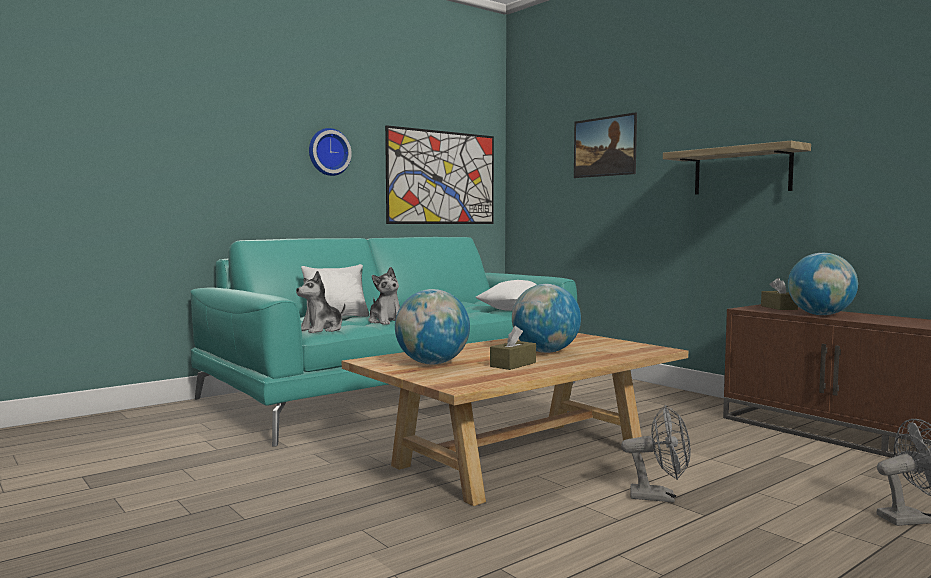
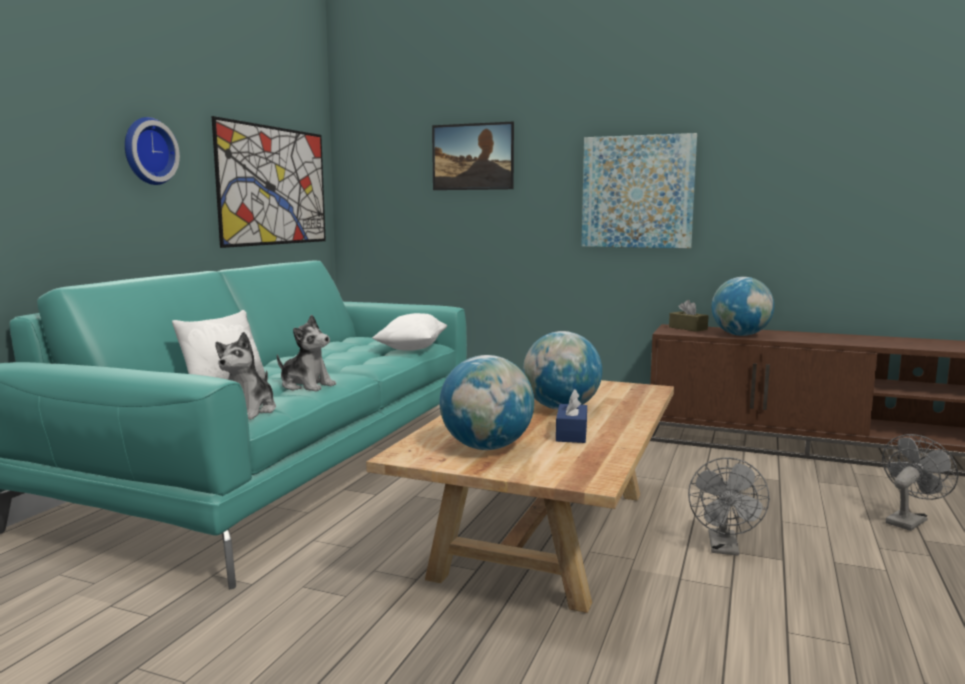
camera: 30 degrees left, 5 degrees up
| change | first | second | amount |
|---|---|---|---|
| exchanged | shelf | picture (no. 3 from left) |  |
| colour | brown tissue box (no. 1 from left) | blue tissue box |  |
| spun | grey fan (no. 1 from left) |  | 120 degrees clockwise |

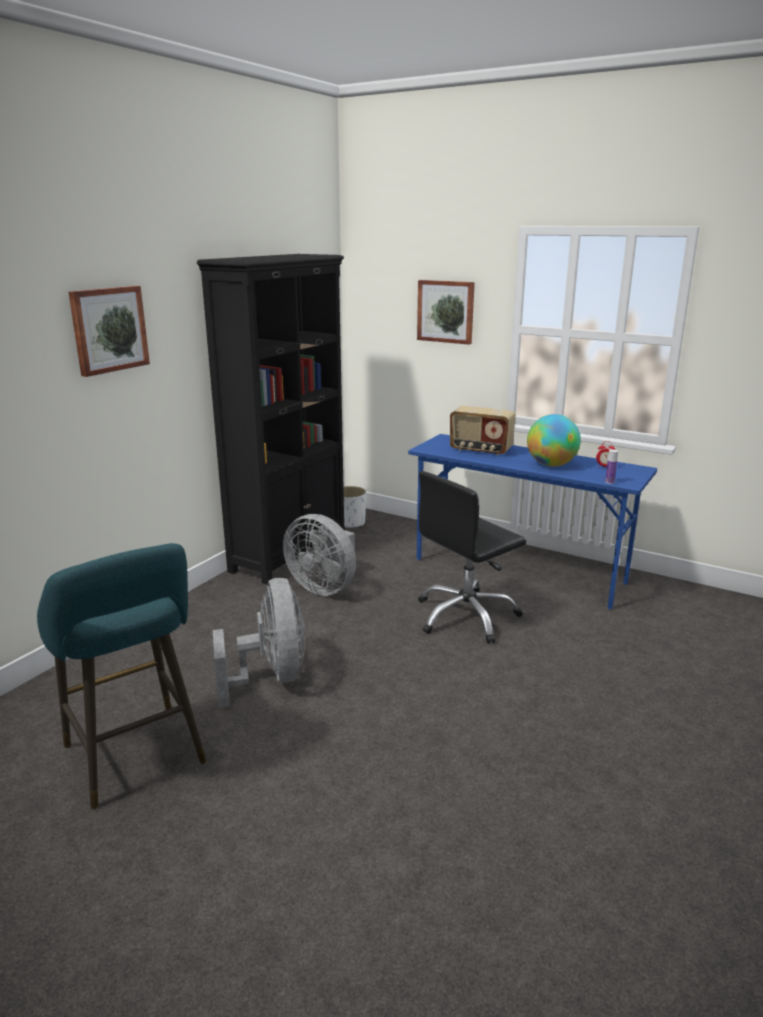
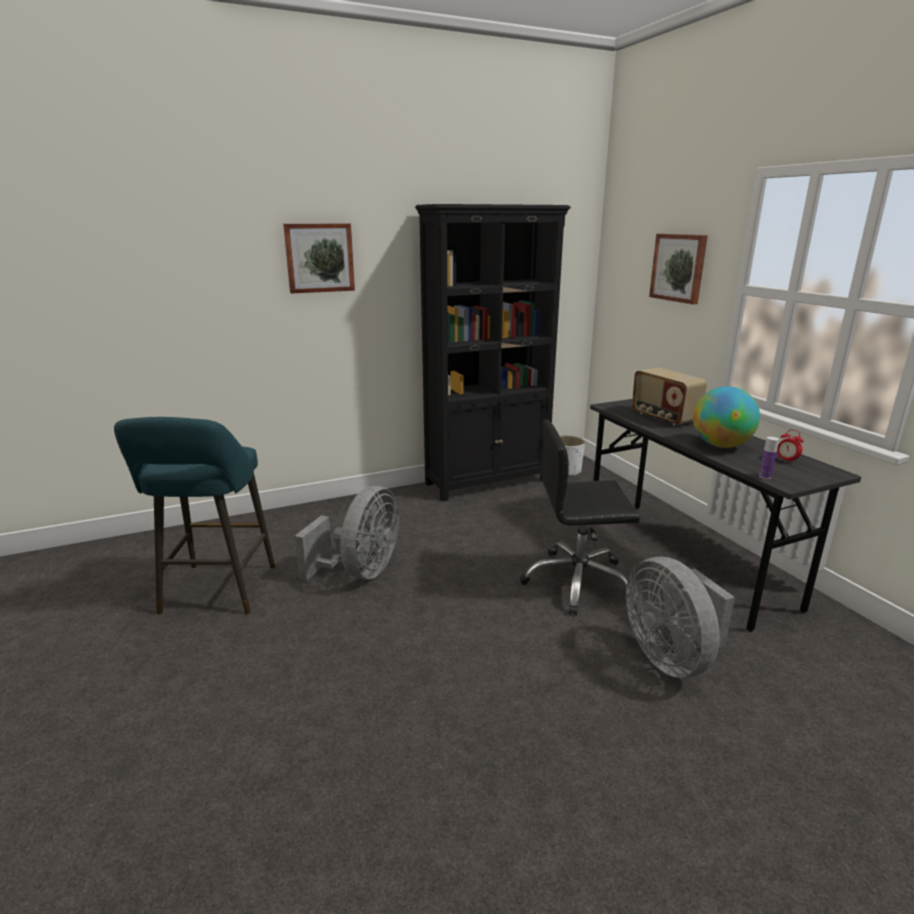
camera: 35 degrees right, 0 degrees up
| change | first | second | amount |
|---|---|---|---|
| colour | blue desk | grey desk |  |
| relocated | grey fan (no. 2 from left) |  |  |

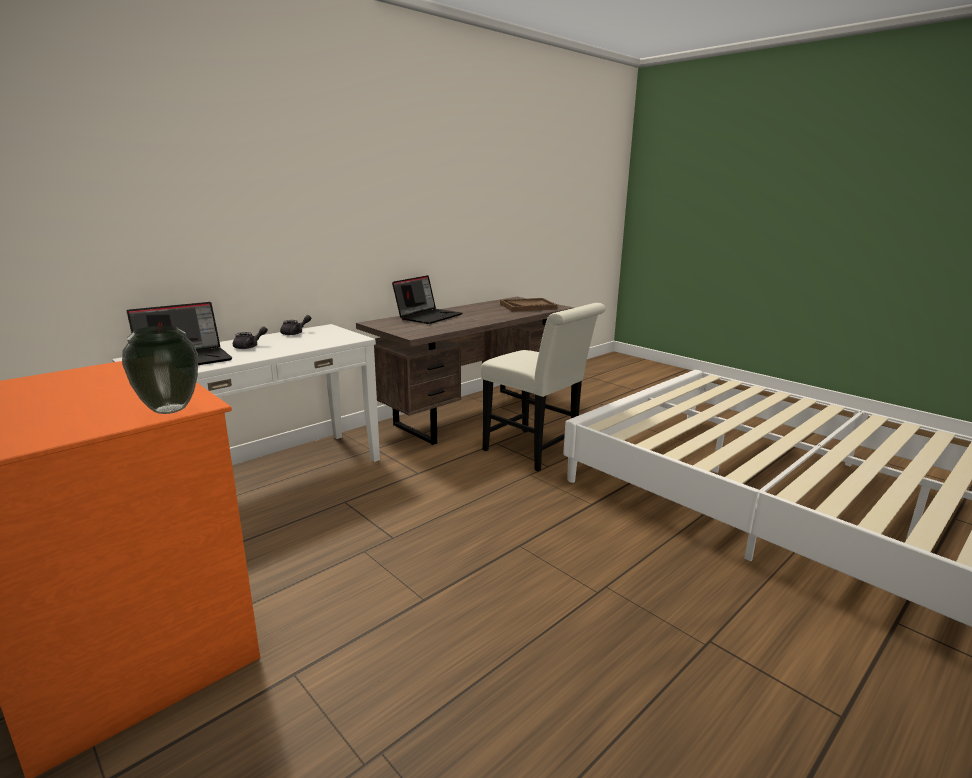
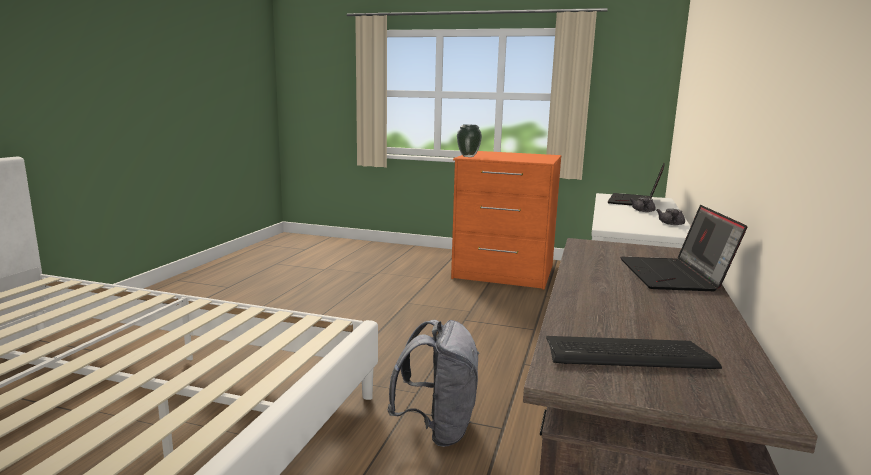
camera: 150 degrees right, 5 degrees down
| change | first | second | amount |
|---|---|---|---|
| exchanged | brown tray | keyboard |  |
| exchanged | white chair | grey backpack |  |

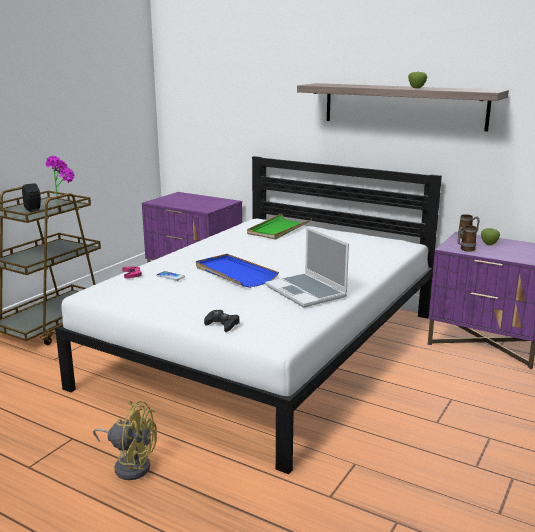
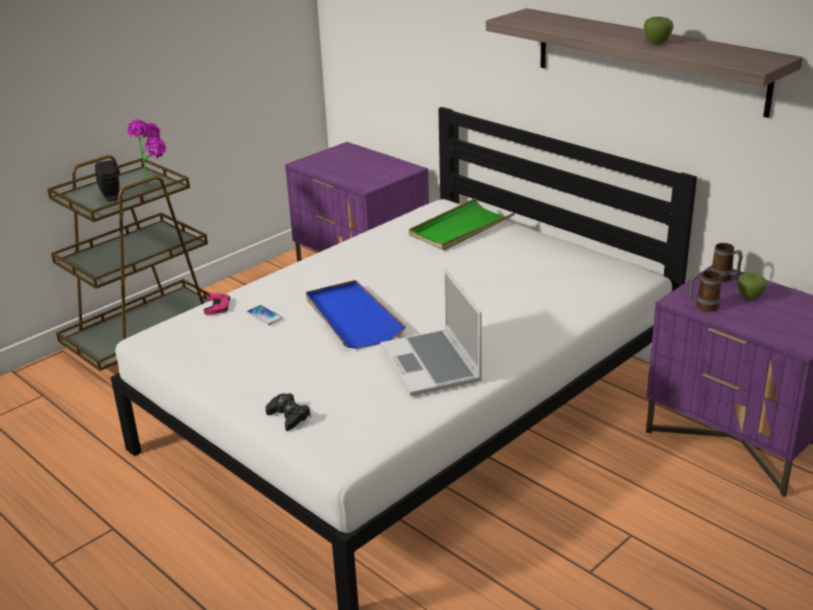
camera: 15 degrees right, 10 degrees up
| change | first | second | amount |
|---|---|---|---|
| missing | yellow fan |  |  |

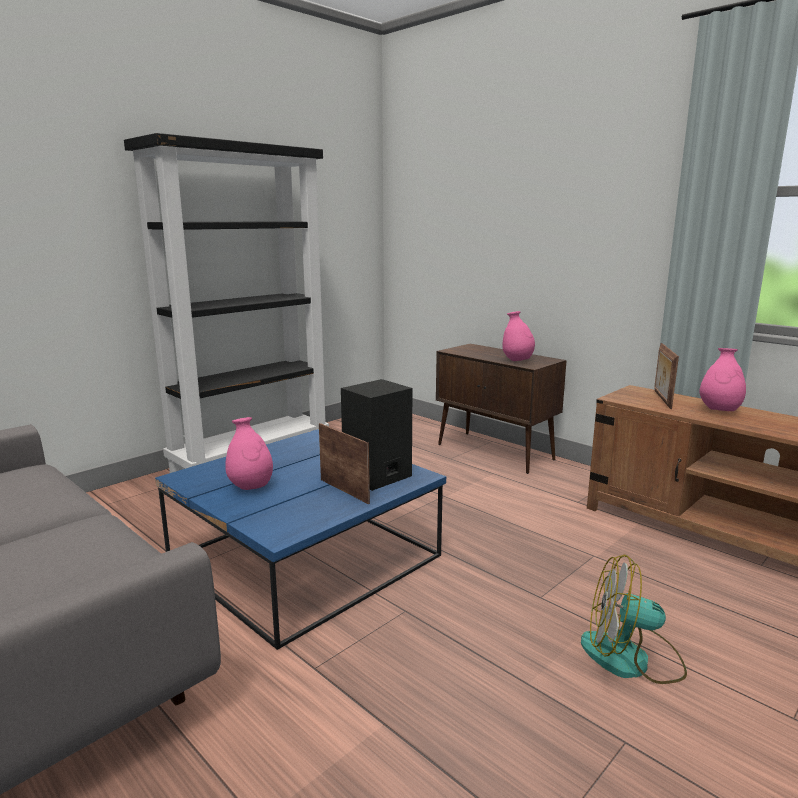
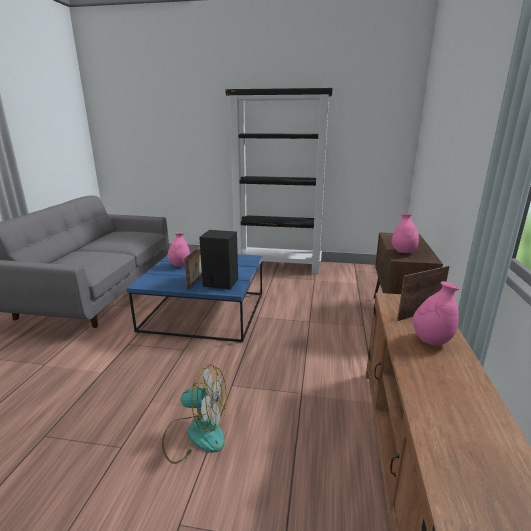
camera: 55 degrees right, 5 degrees up
| change | first | second | amount |
|---|---|---|---|
| spun | fan |  | 120 degrees clockwise |

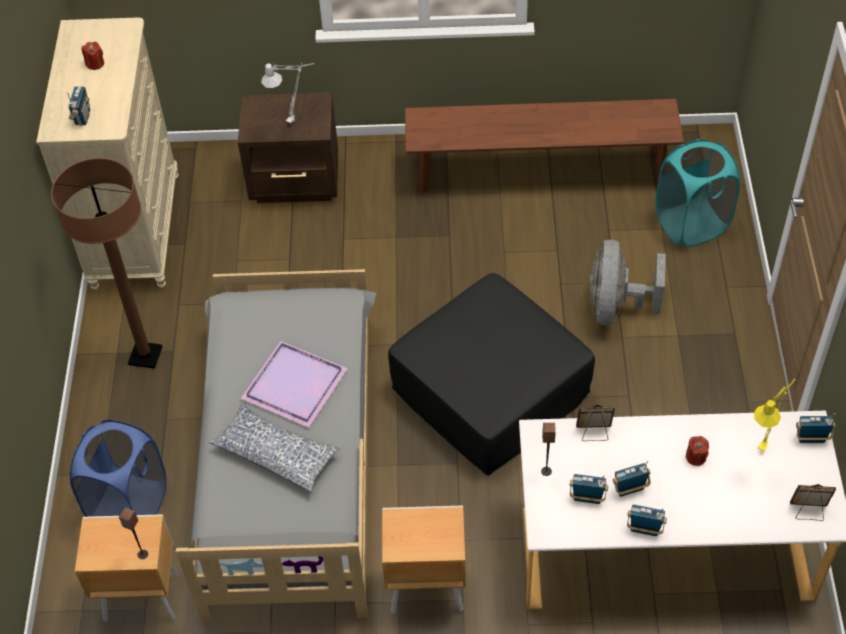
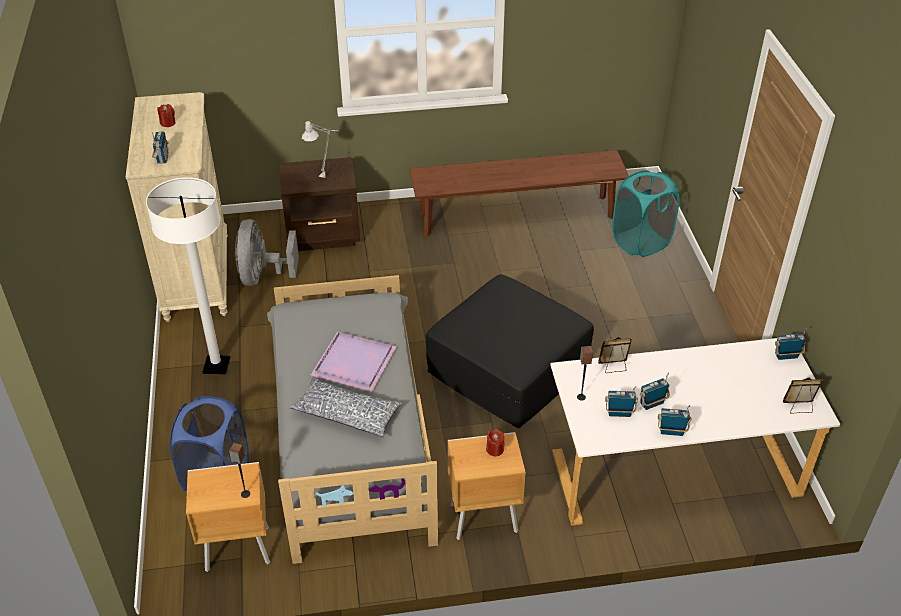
camera: 10 degrees left, 10 degrees down
| change | first | second | amount |
|---|---|---|---|
| colour | brown floor lamp | white floor lamp |  |
| relocated | grey fan |  |  |
| missing | yellow table lamp |  |  |
| relocated | red candle (no. 2 from left) |  |  |

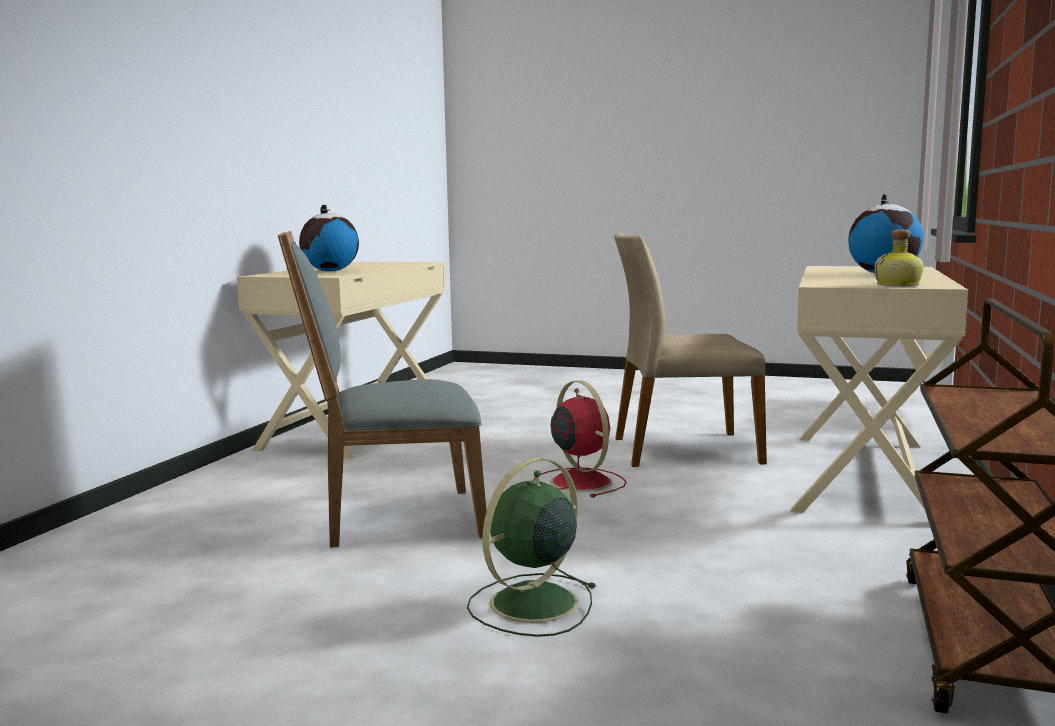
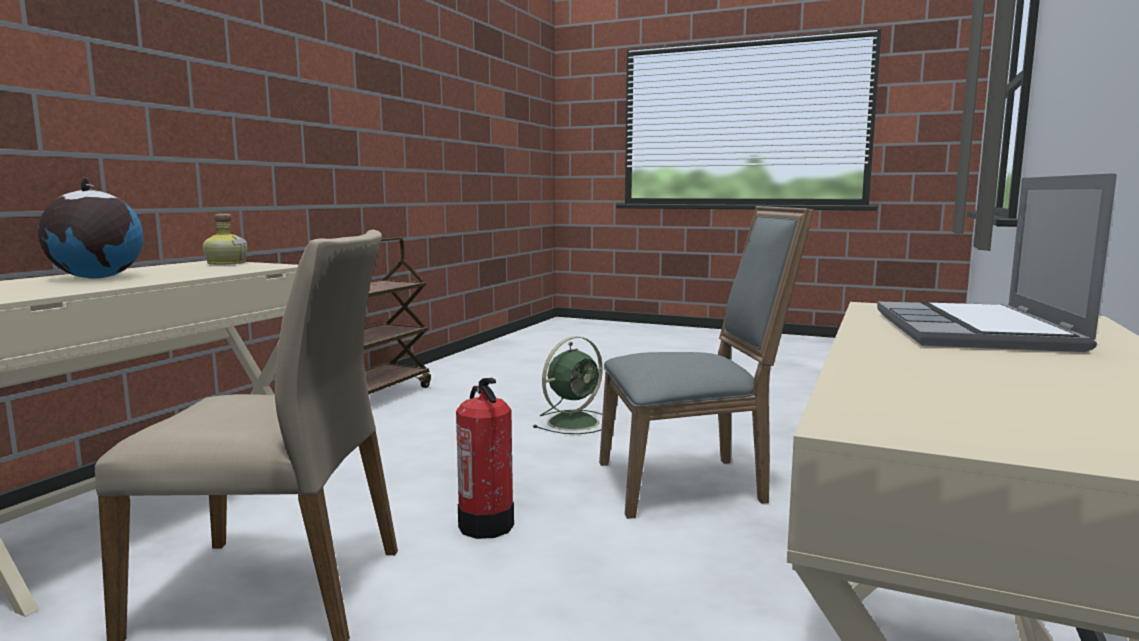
camera: 175 degrees left, 0 degrees up
| change | first | second | amount |
|---|---|---|---|
| exchanged | globe (no. 1 from left) | laptop |  |
| exchanged | red fan | fire extinguisher |  |

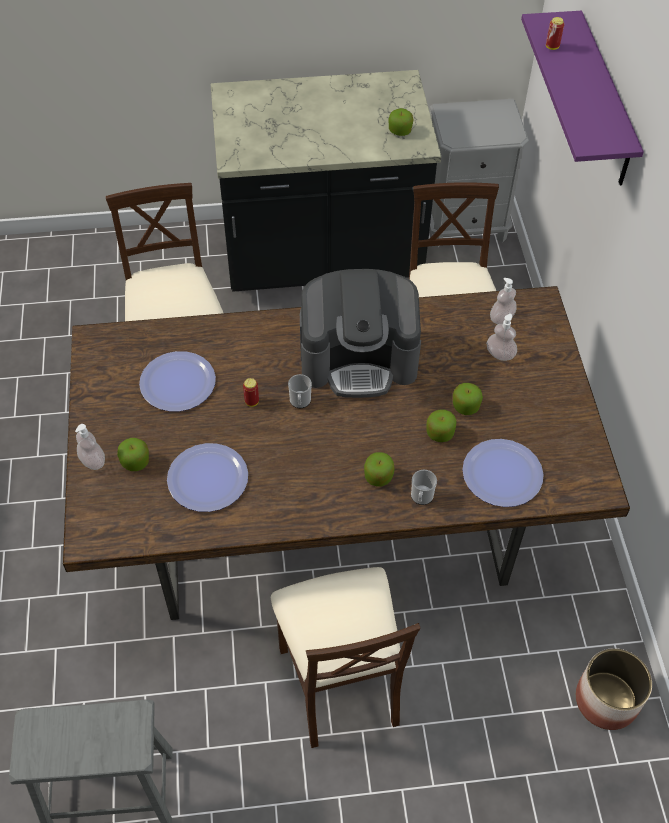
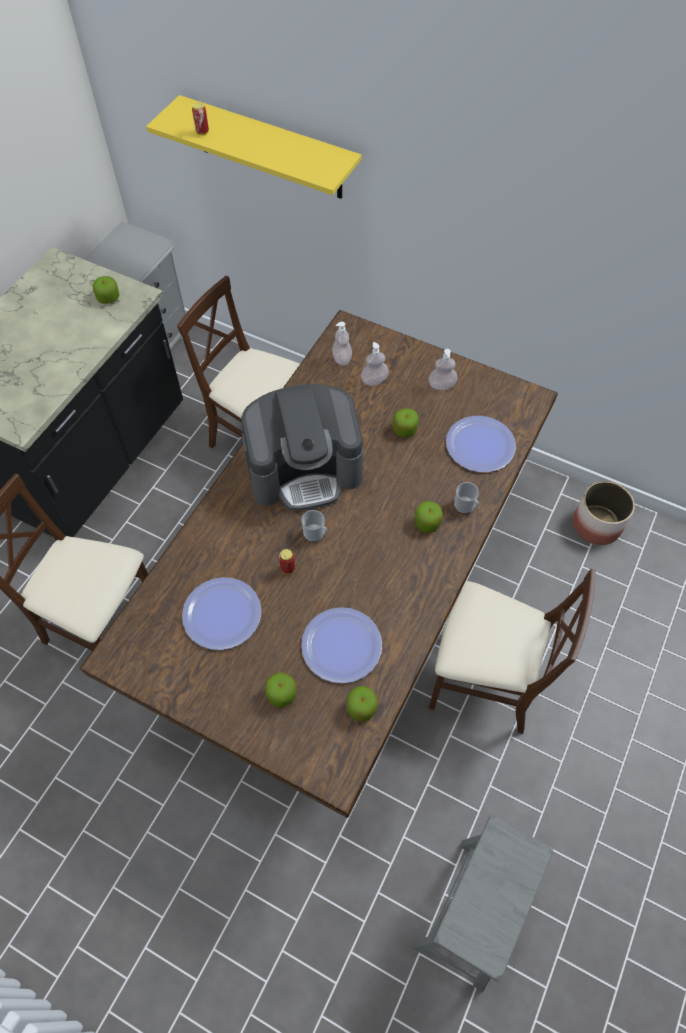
camera: 55 degrees left, 5 degrees up
| change | first | second | amount |
|---|---|---|---|
| colour | purple shelf | yellow shelf |  |
| spun | coffee machine |  | 45 degrees clockwise |
| relocated | apple (no. 4 from left in the first image) | apple (no. 3 from left) |  |
| relocated | soap dispenser (no. 1 from left in the first image) | soap dispenser (no. 3 from left) |  |

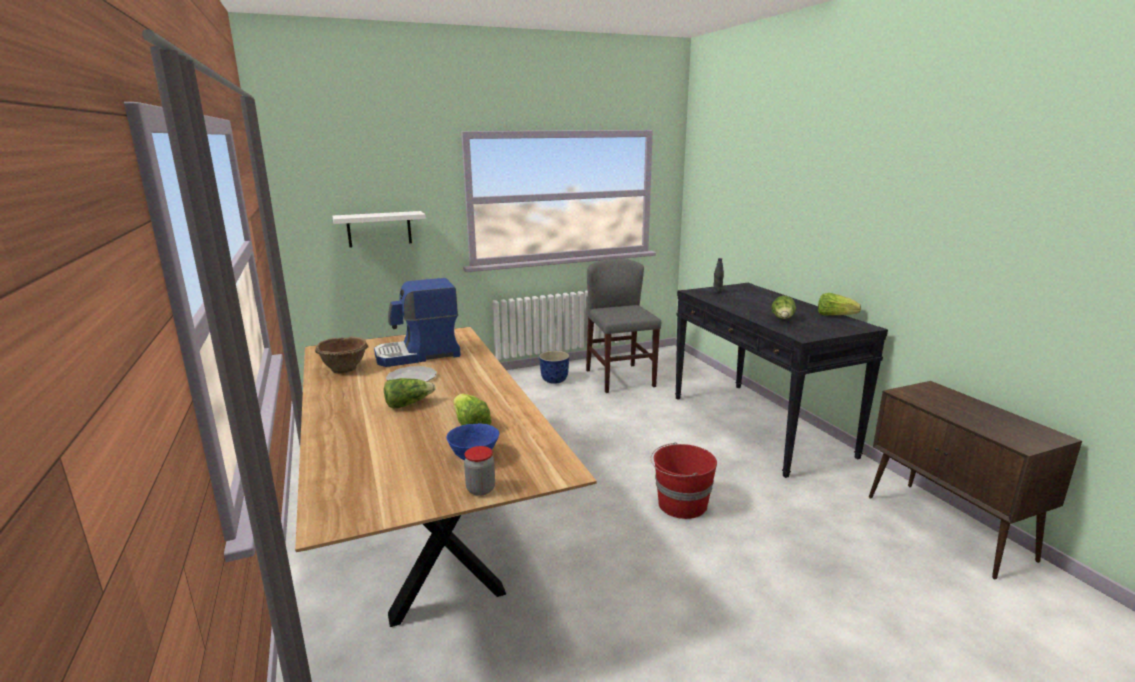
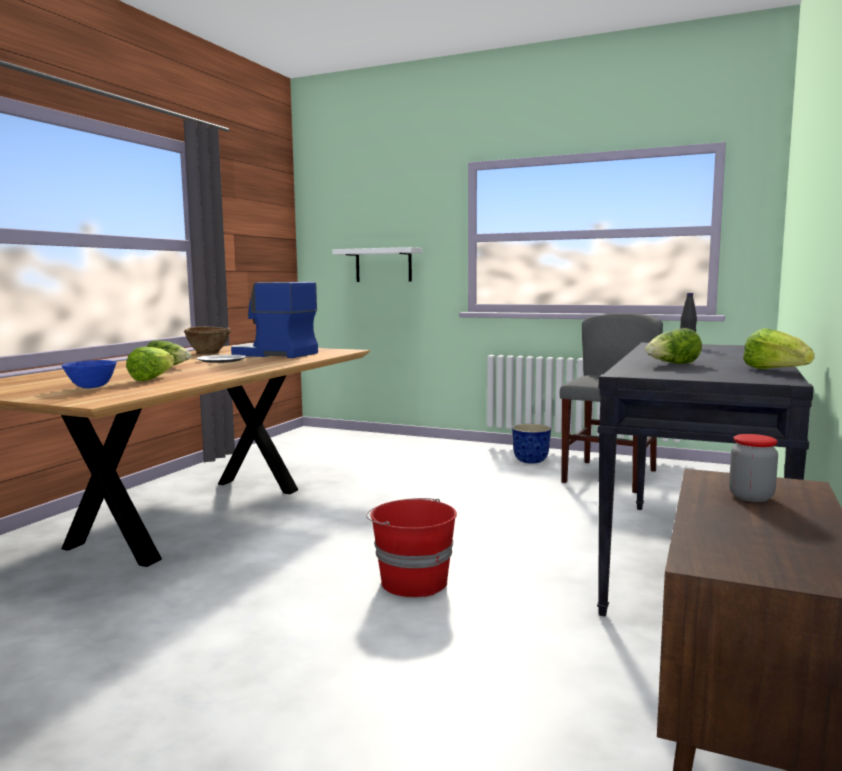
camera: 45 degrees right, 10 degrees down
| change | first | second | amount |
|---|---|---|---|
| relocated | jar |  |  |

